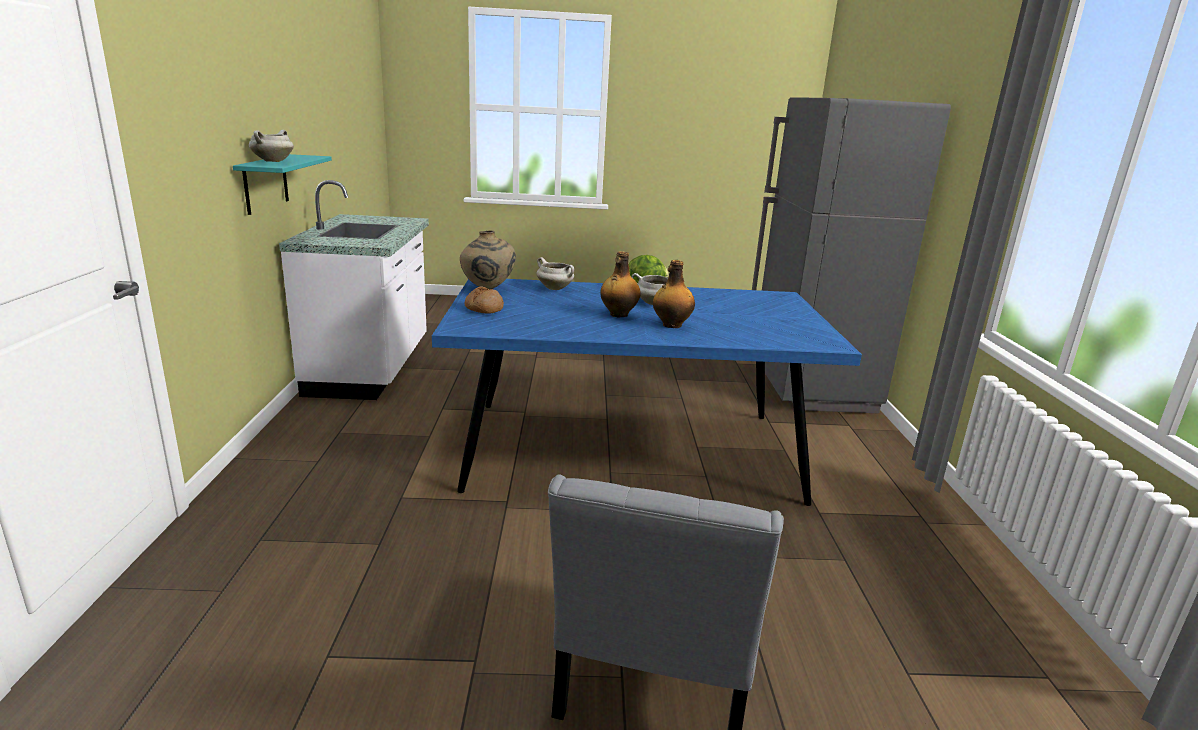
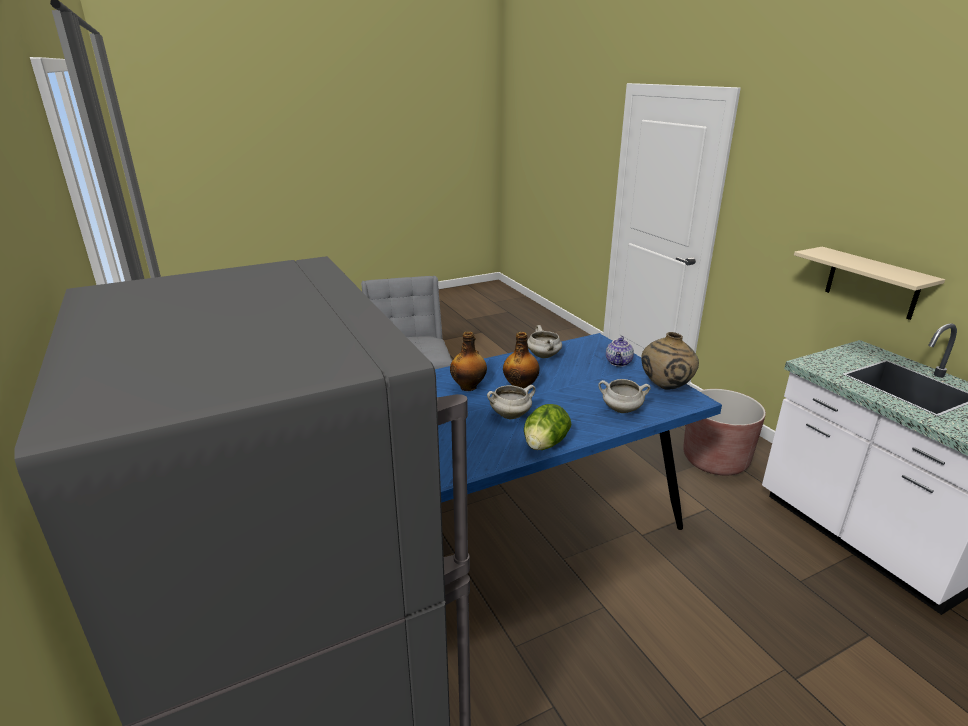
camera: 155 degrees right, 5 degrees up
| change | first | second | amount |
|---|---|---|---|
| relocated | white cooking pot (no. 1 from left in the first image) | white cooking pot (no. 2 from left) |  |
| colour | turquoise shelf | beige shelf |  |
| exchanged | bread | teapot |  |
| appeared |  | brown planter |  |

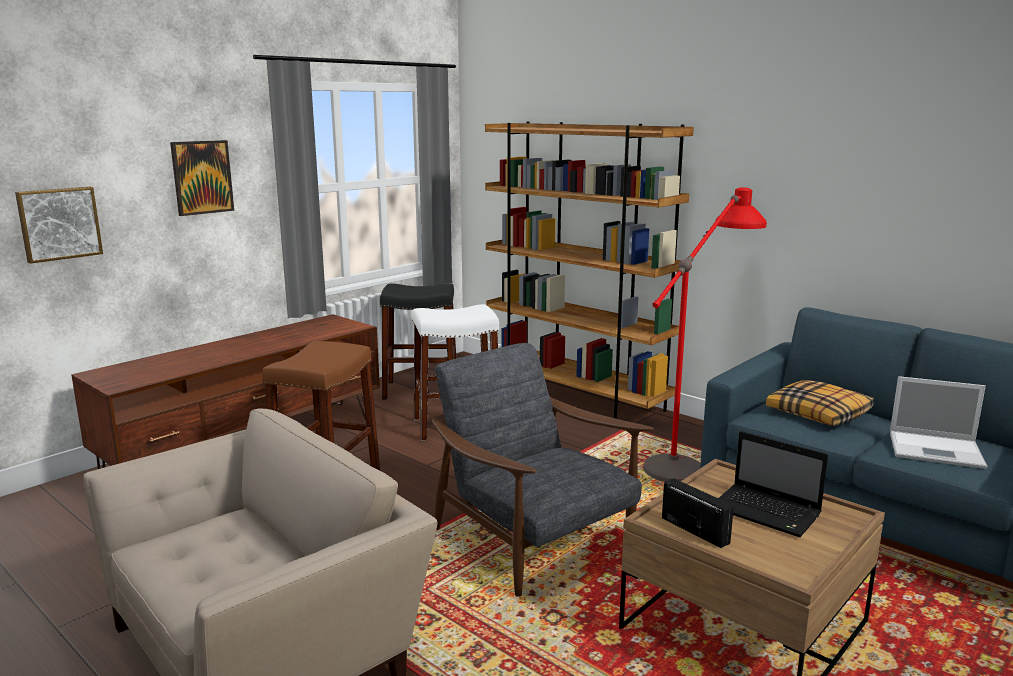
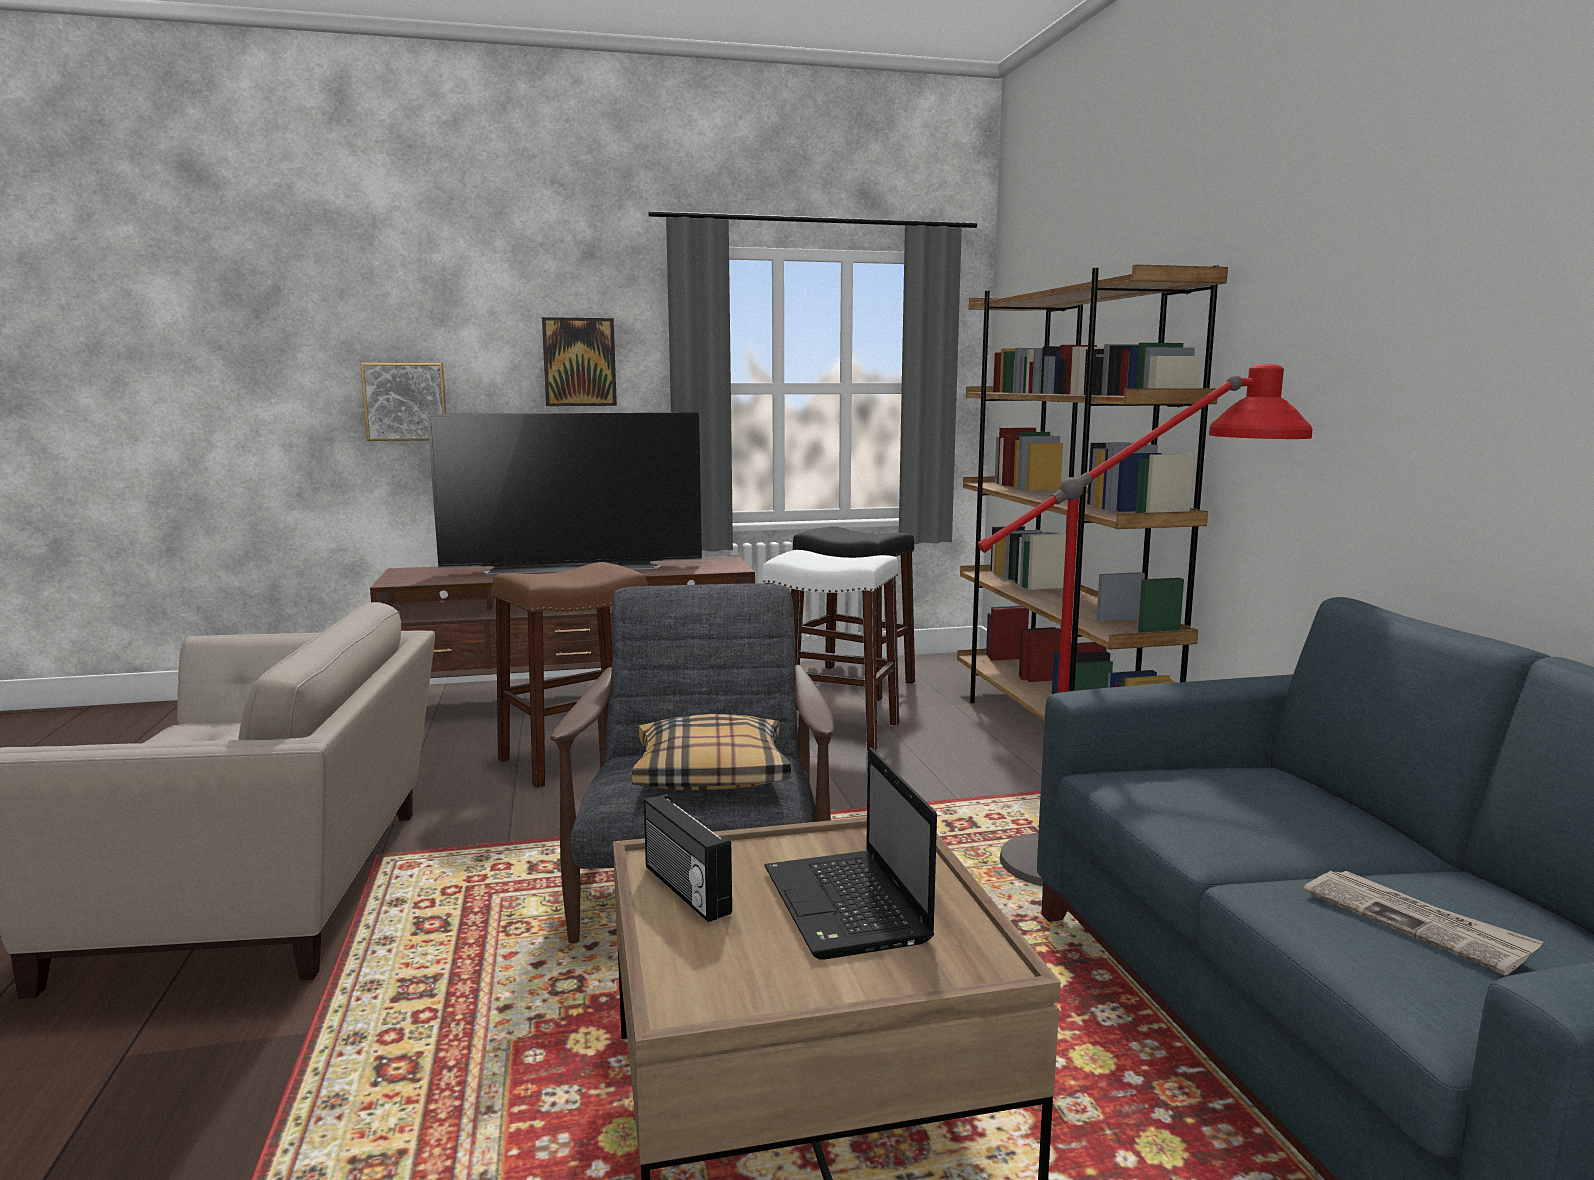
camera: 35 degrees right, 5 degrees down
| change | first | second | amount |
|---|---|---|---|
| exchanged | laptop (no. 2 from left) | newspaper |  |
| relocated | pillow |  |  |
| spun | radio |  | 150 degrees clockwise |
| appeared |  | television |  |

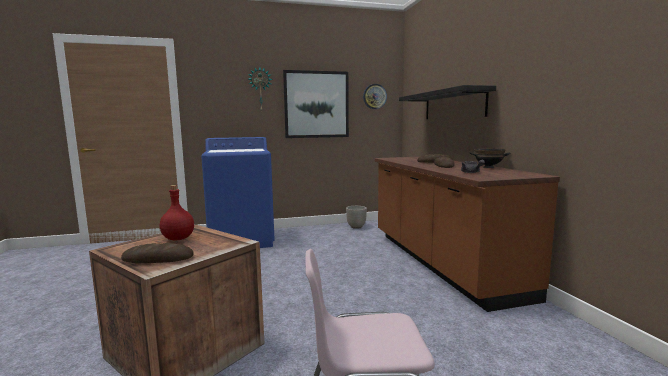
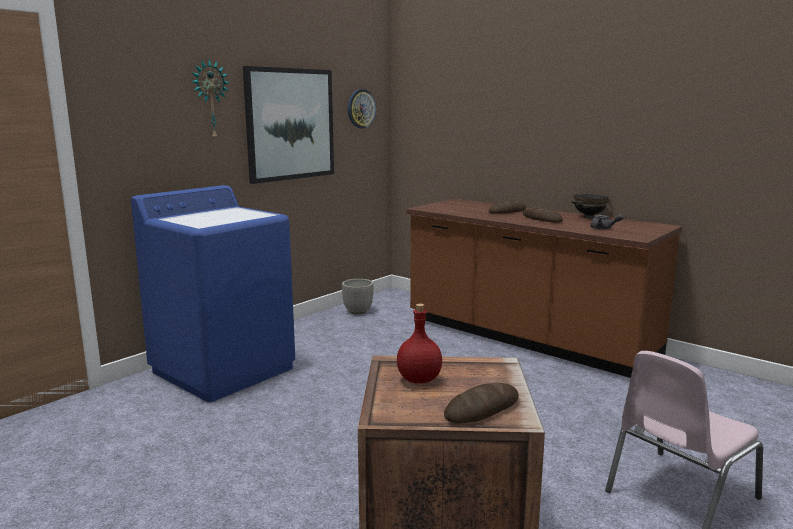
camera: 35 degrees left, 5 degrees up
| change | first | second | amount |
|---|---|---|---|
| missing | black shelf |  |  |

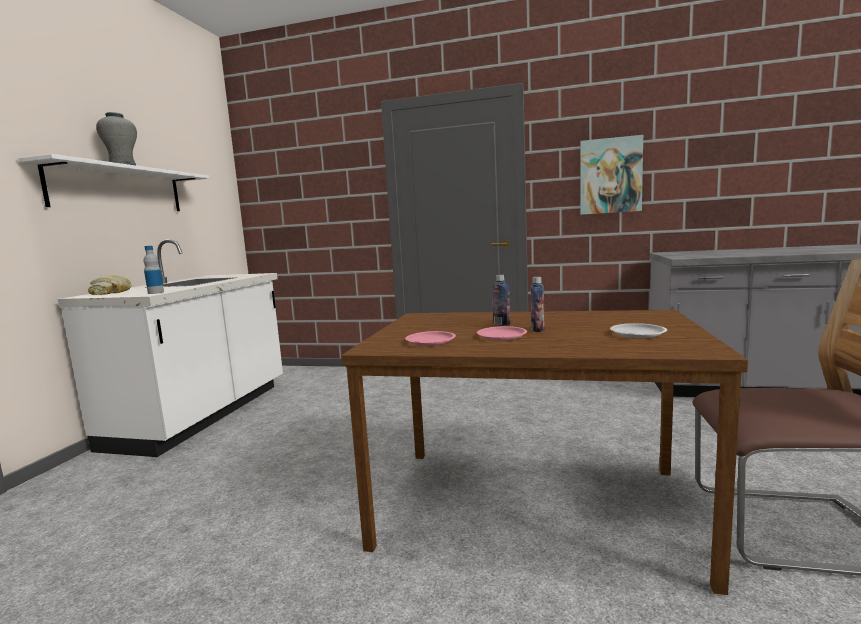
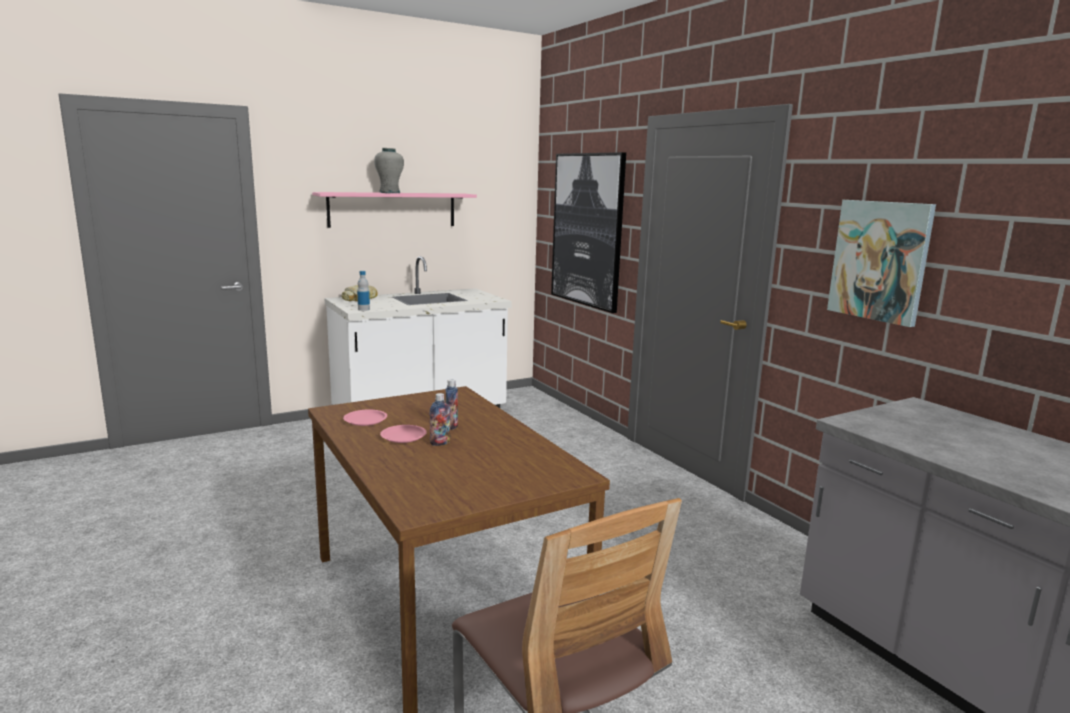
camera: 45 degrees right, 5 degrees up
| change | first | second | amount |
|---|---|---|---|
| colour | white shelf | pink shelf |  |
| missing | white plate |  |  |
| appeared |  | picture (no. 1 from left) |  |

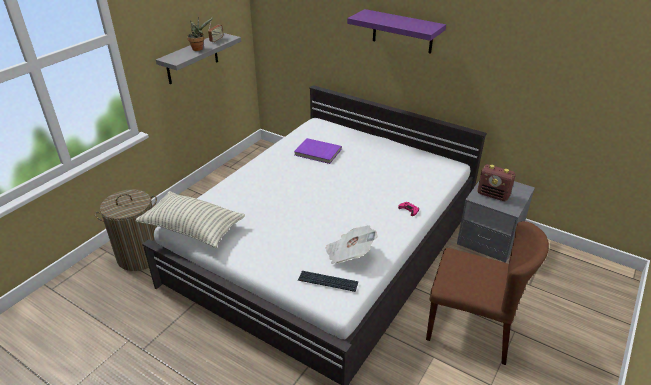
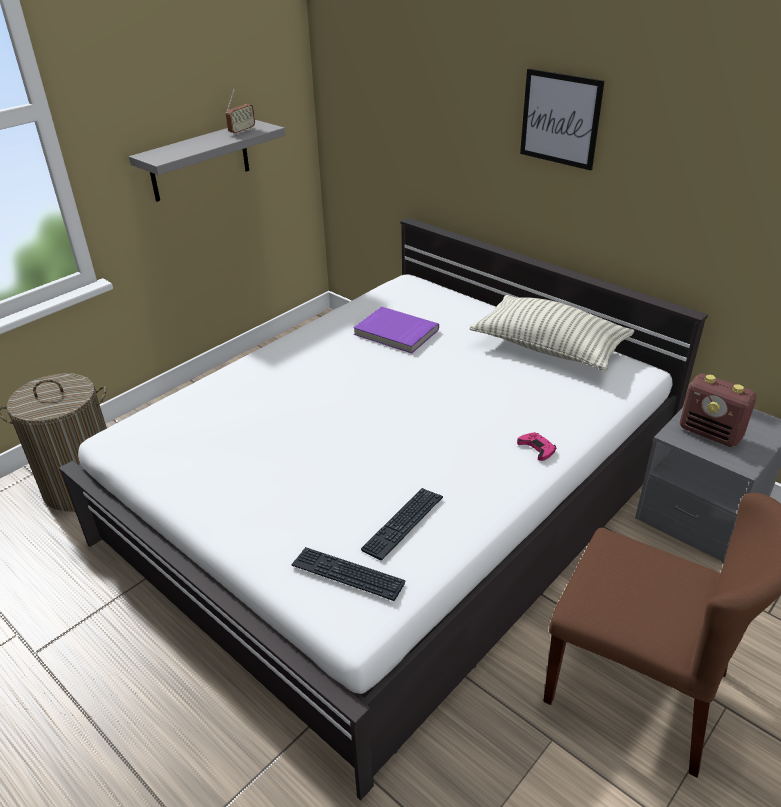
camera: 10 degrees right, 0 degrees up
| change | first | second | amount |
|---|---|---|---|
| exchanged | purple shelf | picture |  |
| missing | potted plant |  |  |
| relocated | pillow |  |  |
| exchanged | newspaper | keyboard (no. 2 from left) |  |

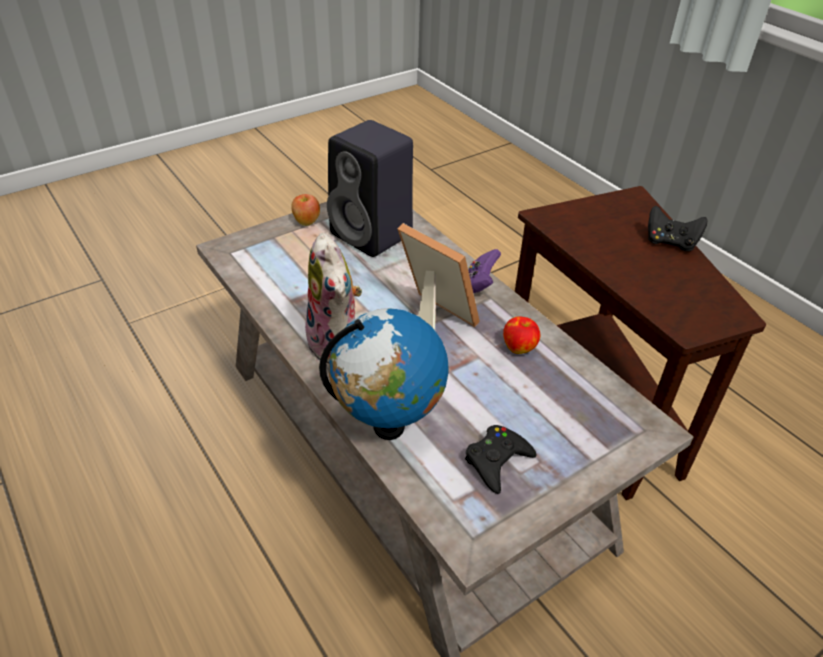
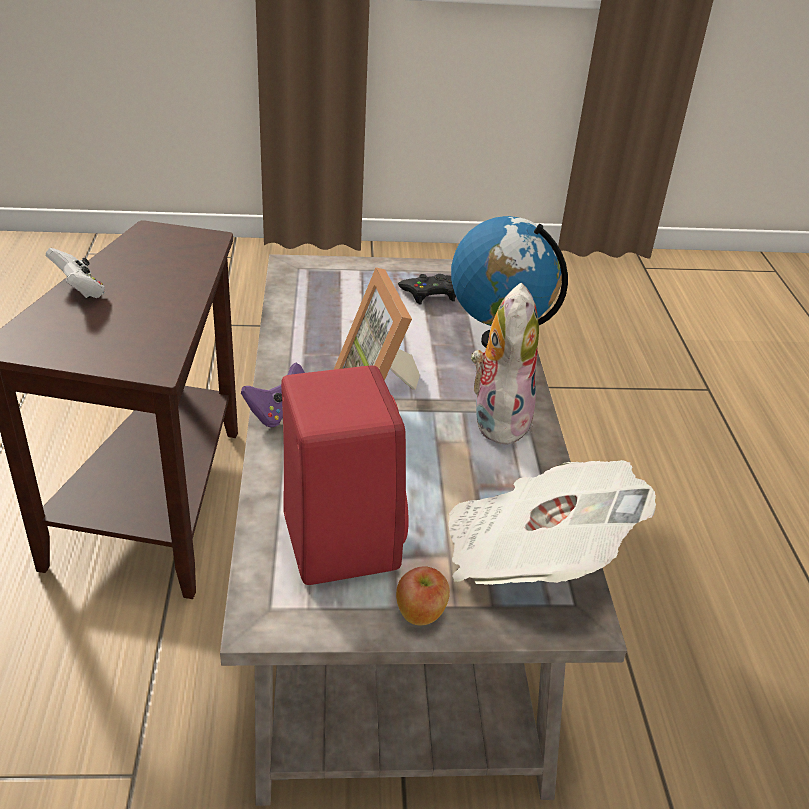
camera: 150 degrees left, 5 degrees down
| change | first | second | amount |
|---|---|---|---|
| colour | black speaker | red speaker |  |
| colour | black game controller (no. 2 from left) | white game controller |  |
| missing | apple (no. 2 from left) |  |  |
| appeared |  | newspaper |  |

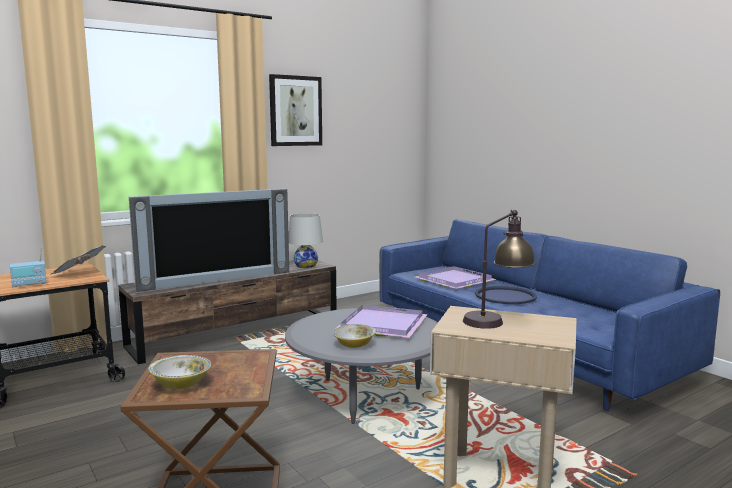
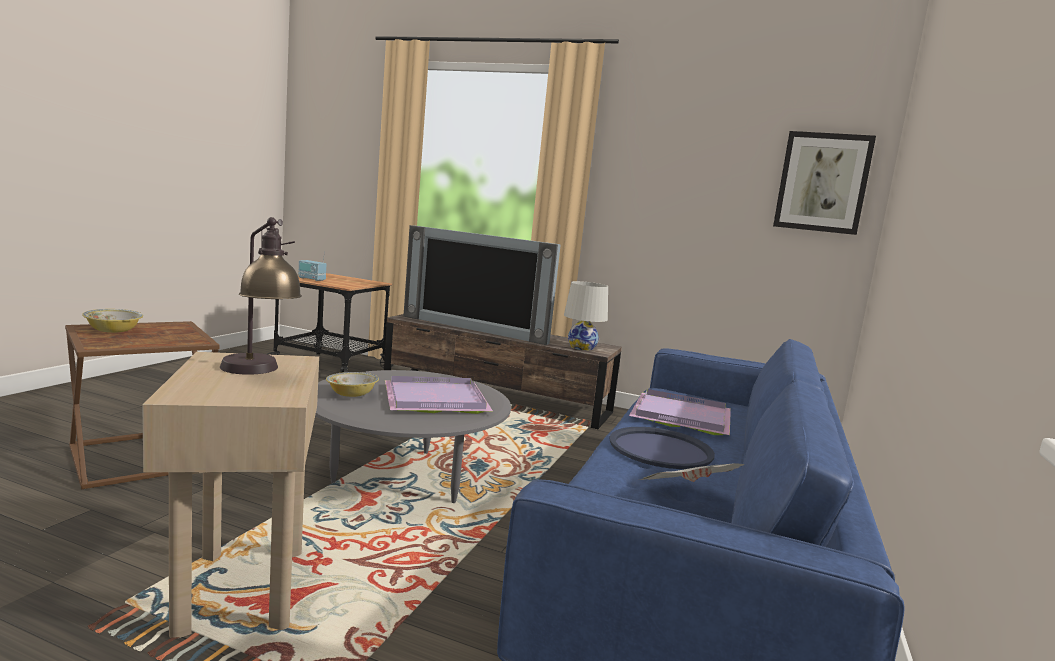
camera: 55 degrees right, 0 degrees up
| change | first | second | amount |
|---|---|---|---|
| relocated | picture |  |  |
| relocated | newspaper |  |  |

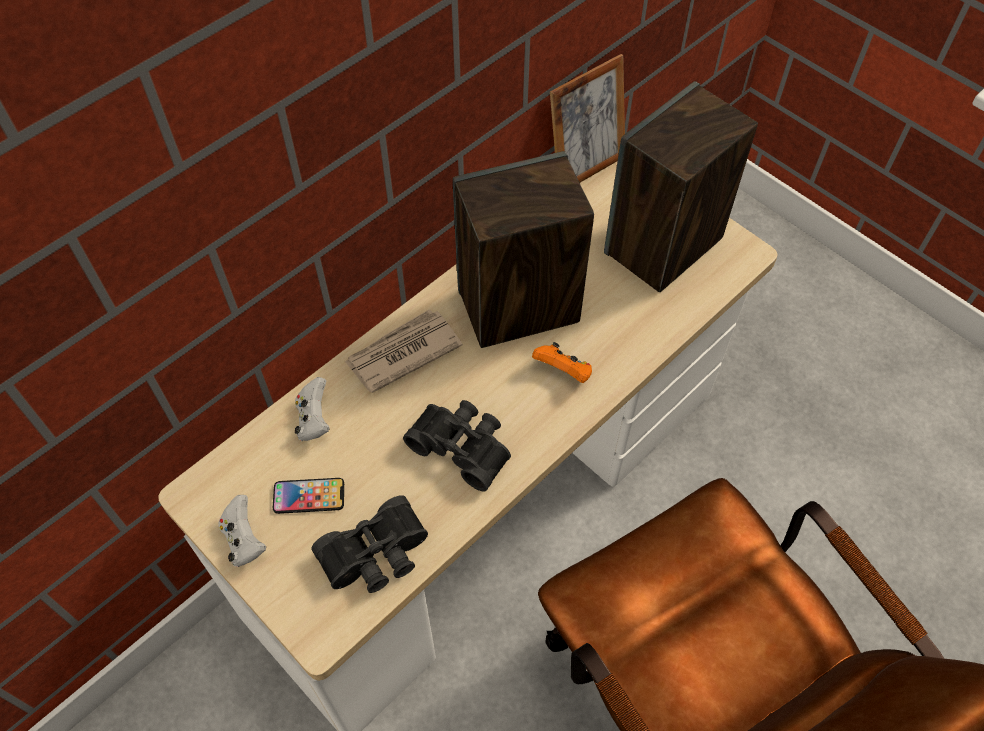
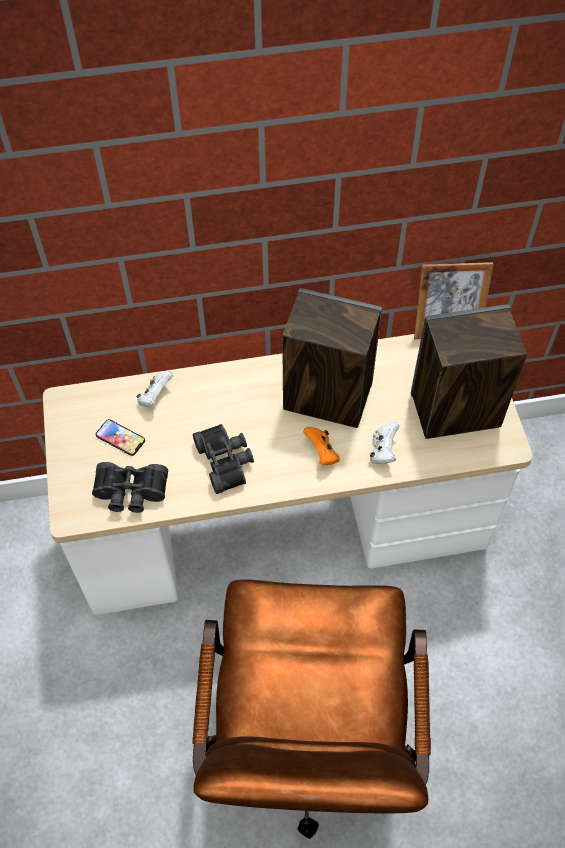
camera: 35 degrees right, 0 degrees up
| change | first | second | amount |
|---|---|---|---|
| missing | newspaper |  |  |
| relocated | white game controller (no. 1 from left in the first image) | white game controller (no. 2 from left) |  |

